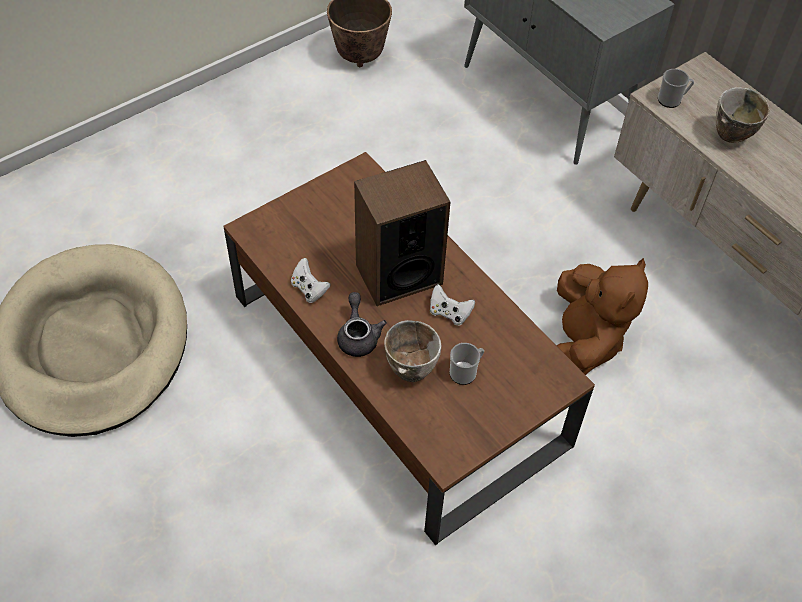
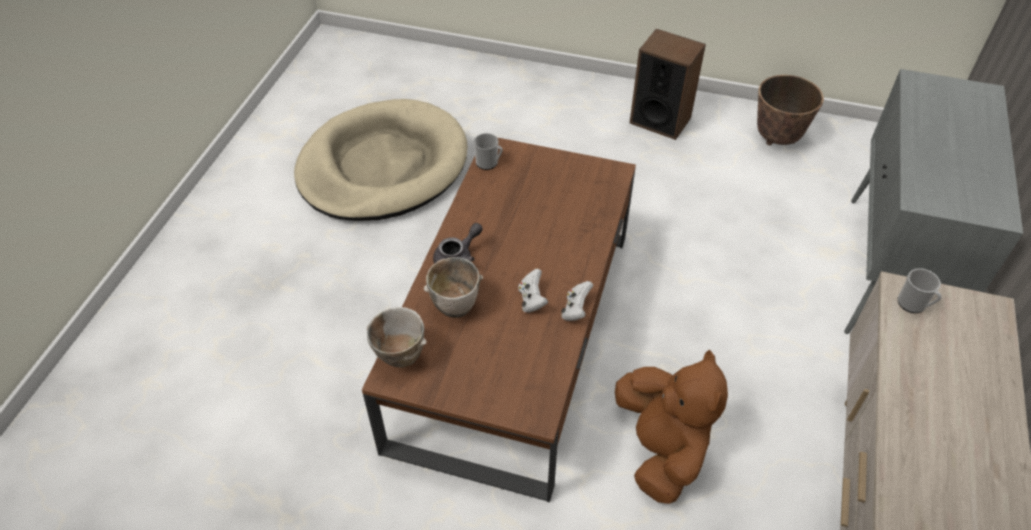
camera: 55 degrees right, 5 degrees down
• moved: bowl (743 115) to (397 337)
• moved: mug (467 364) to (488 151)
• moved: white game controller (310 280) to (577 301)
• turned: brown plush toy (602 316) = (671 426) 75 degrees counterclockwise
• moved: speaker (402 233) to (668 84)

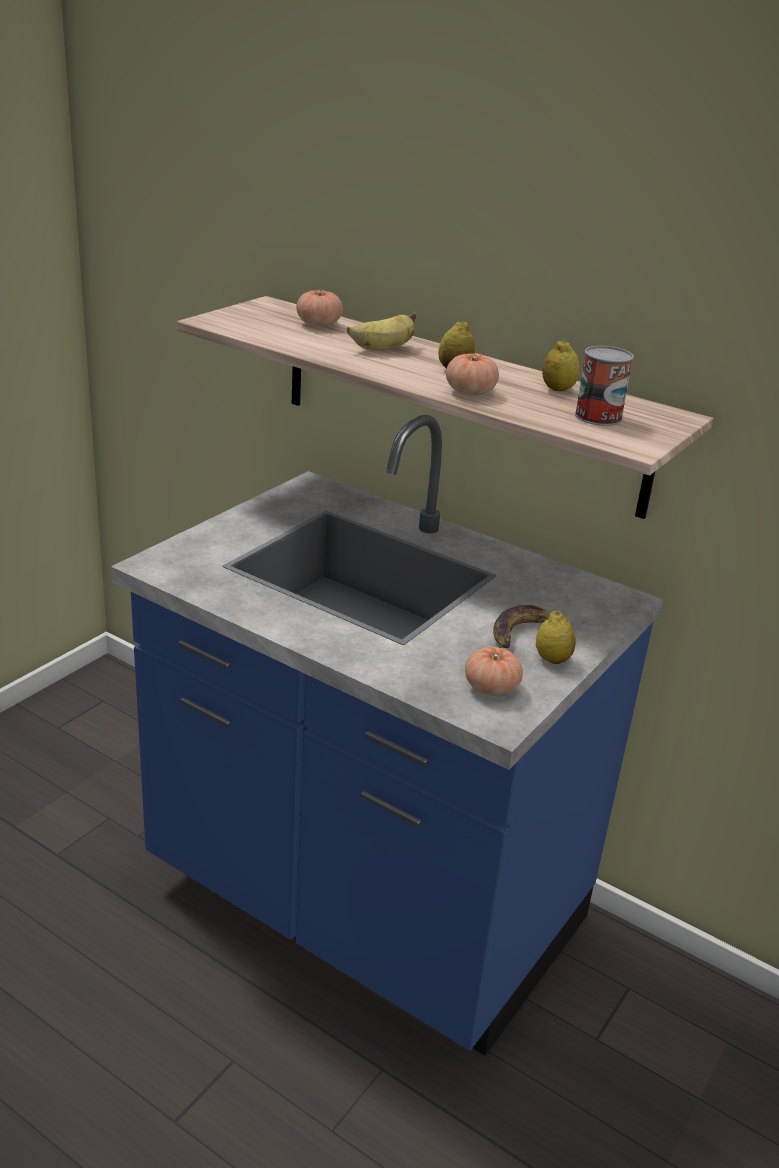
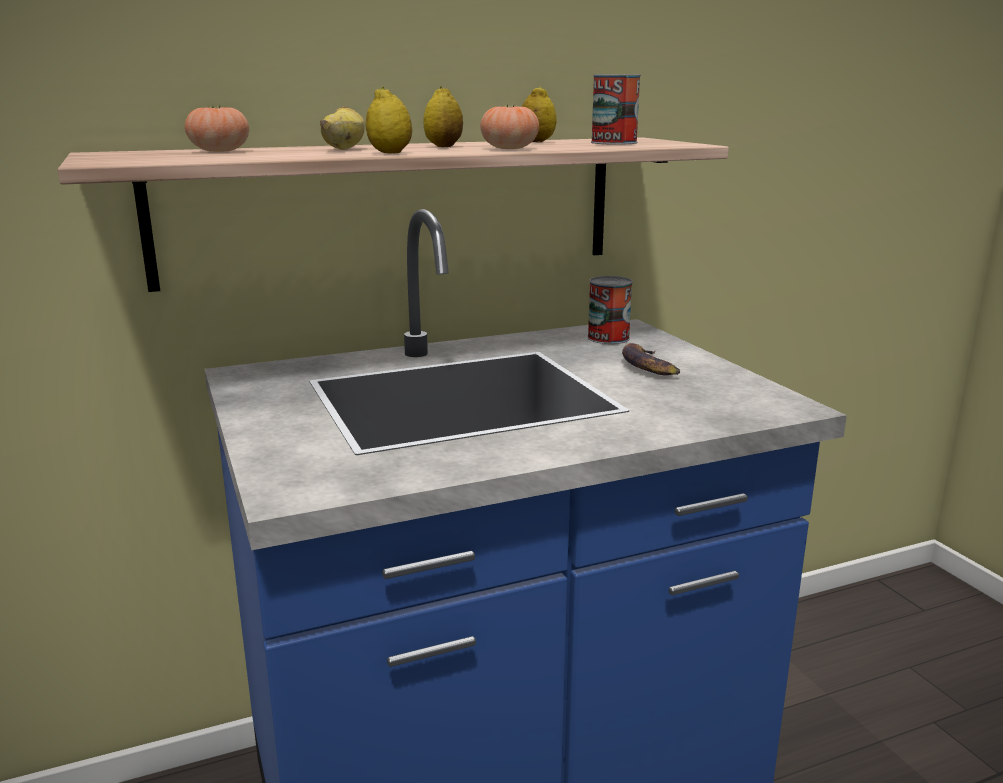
camera: 55 degrees left, 10 degrees down
• moved: lemon (556 637) to (388 120)
• added: can (610 310)
• removed: tomato (494 671)

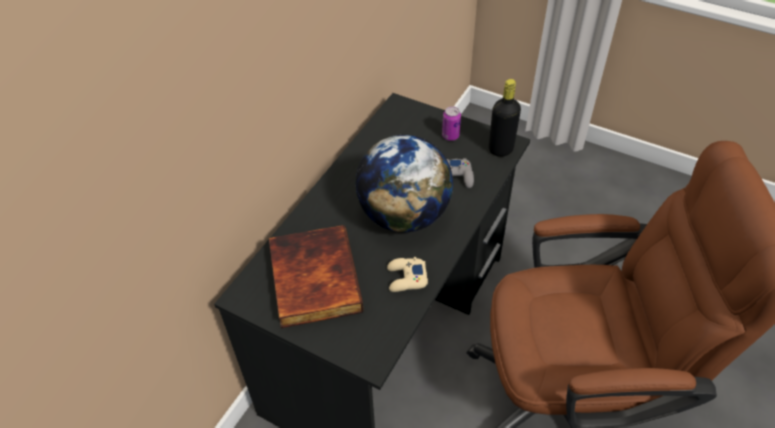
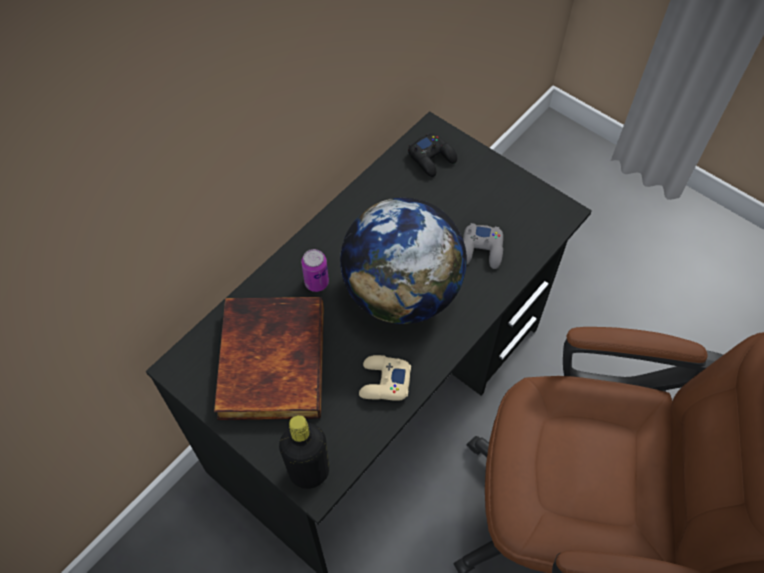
camera: 10 degrees right, 10 degrees up
• moved: black bottle (505 118) to (304 452)
• moved: can (451 123) to (315 270)
• added: black game controller (432 155)

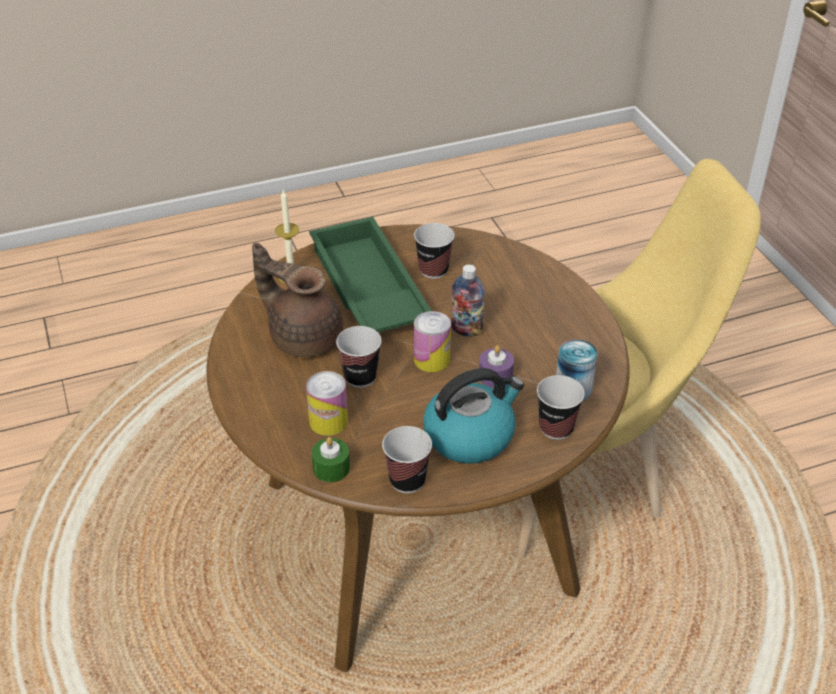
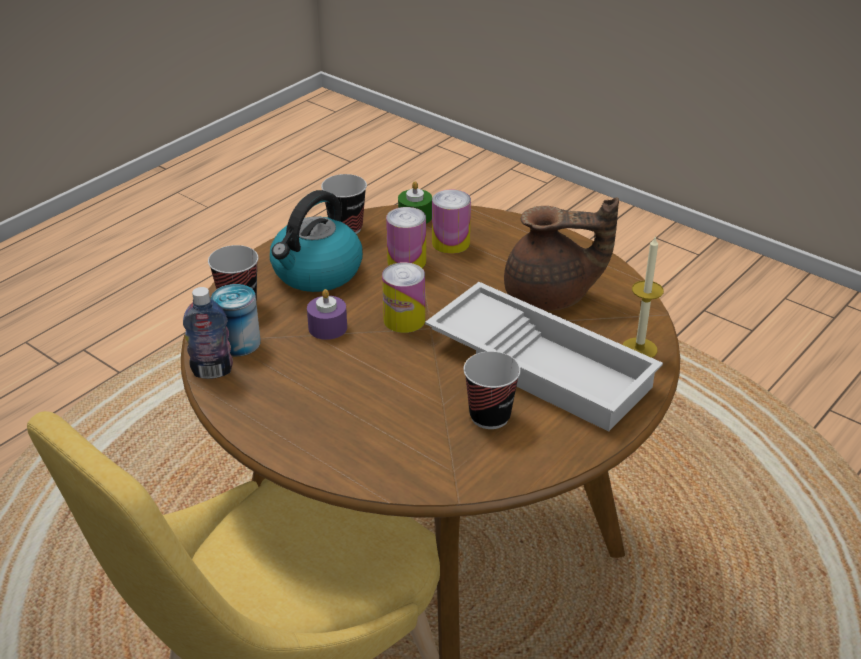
camera: 150 degrees right, 5 degrees down
• moved: bottle (468 301) to (208 333)
• added: can (406 237)
• recoloured: green tray (370 274) to white tray (544 357)
• removed: cup (359 357)

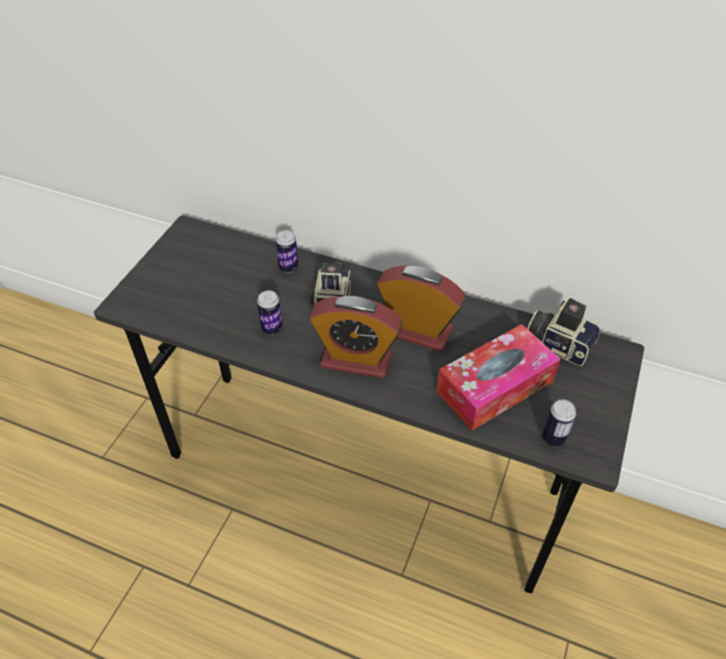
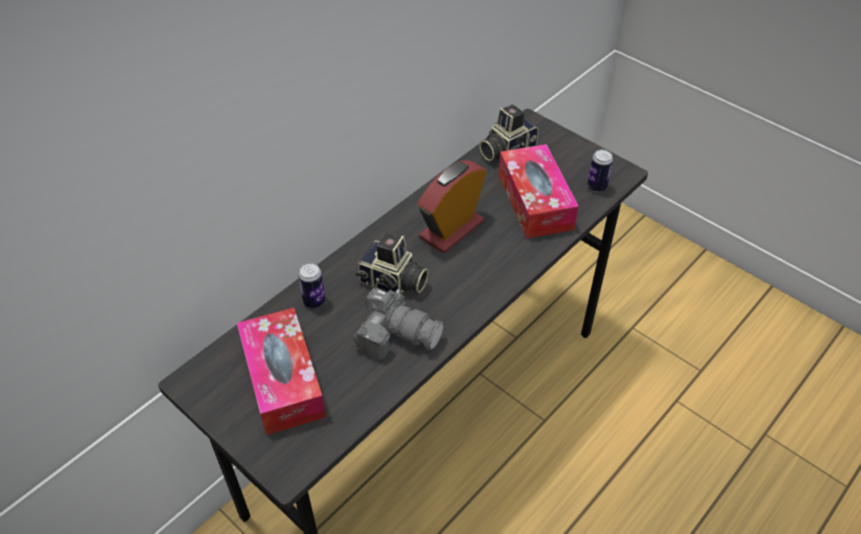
camera: 70 degrees left, 0 degrees up
• added: tissue box (281 371)
• replaced: can (270 313) to photo camera (398 324)
• removed: alarm clock (356 337)

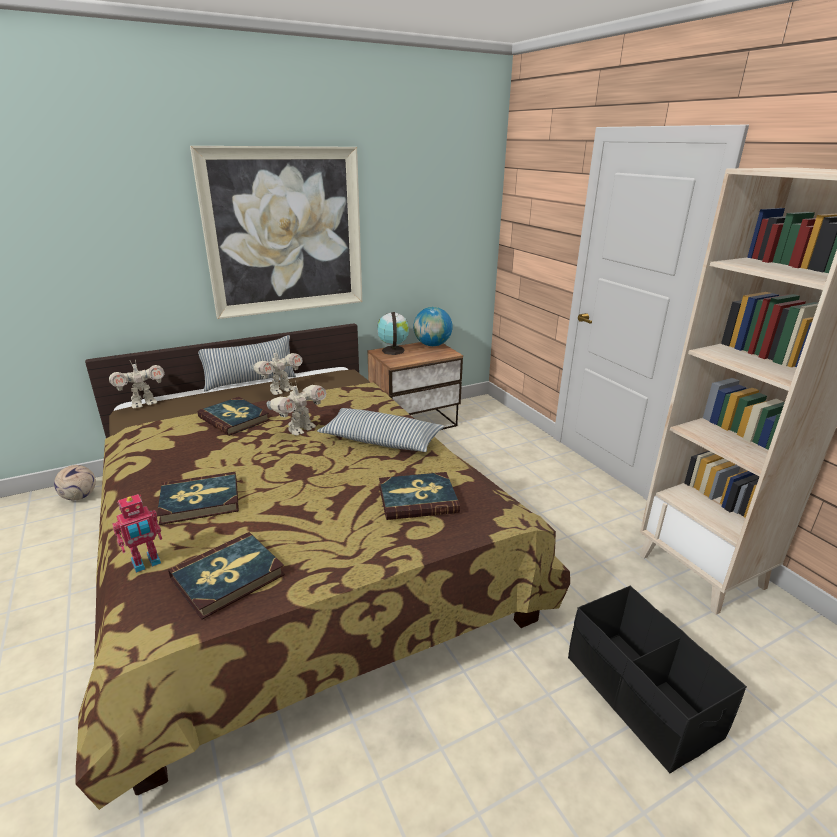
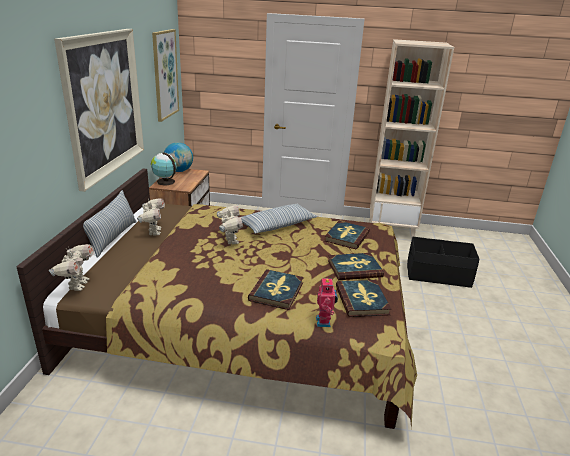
camera: 55 degrees left, 0 degrees up
• added: picture (165 75)
• moved: book (233 416) to (356 266)
• removed: football (75 483)

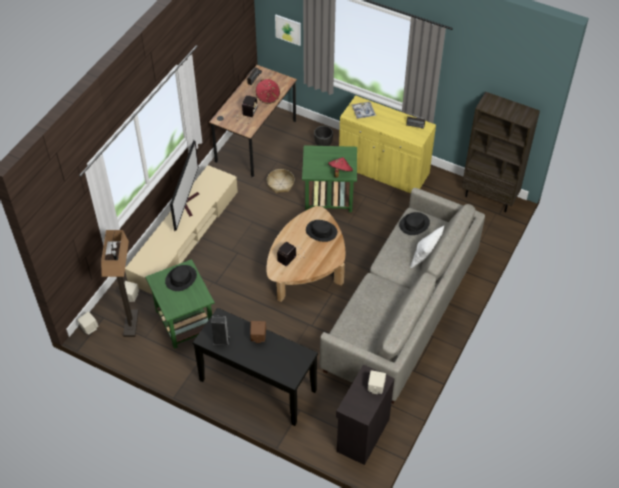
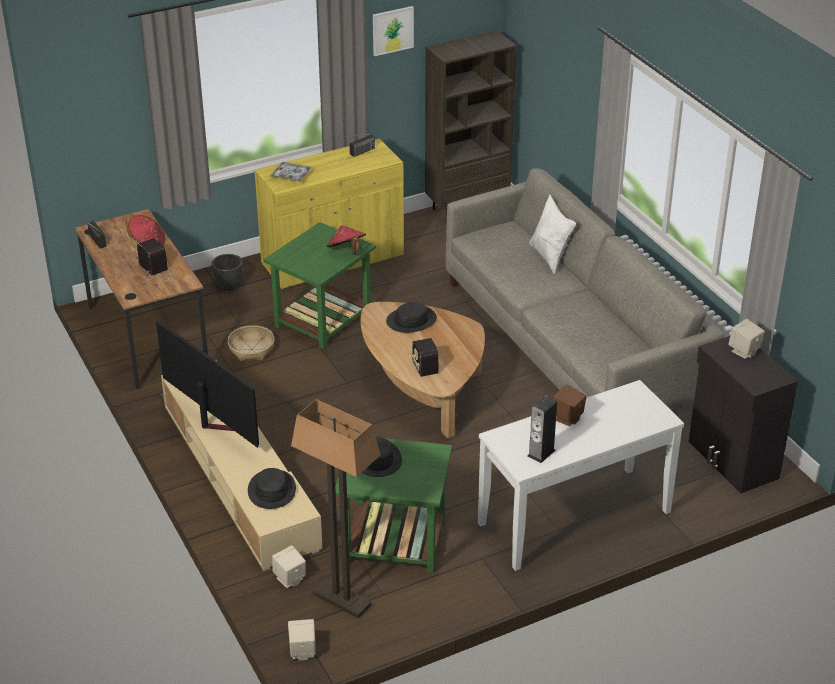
camera: 55 degrees left, 15 degrees down
• moved: black hat (414 223) to (272 488)
• moved: picture (288 30) to (393 31)
• recoloured: black console table (255 367) to white console table (581 475)

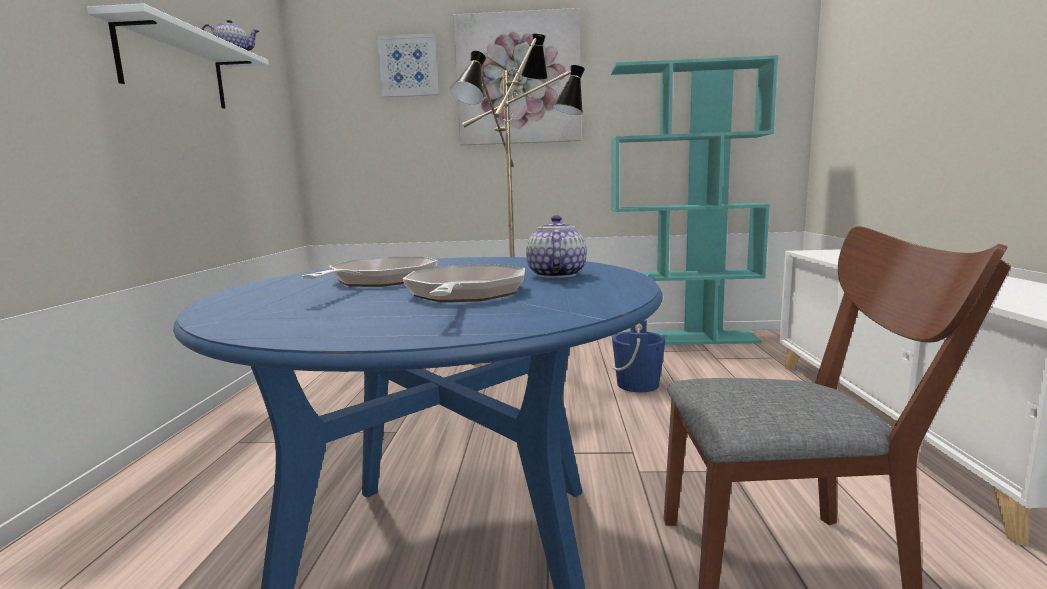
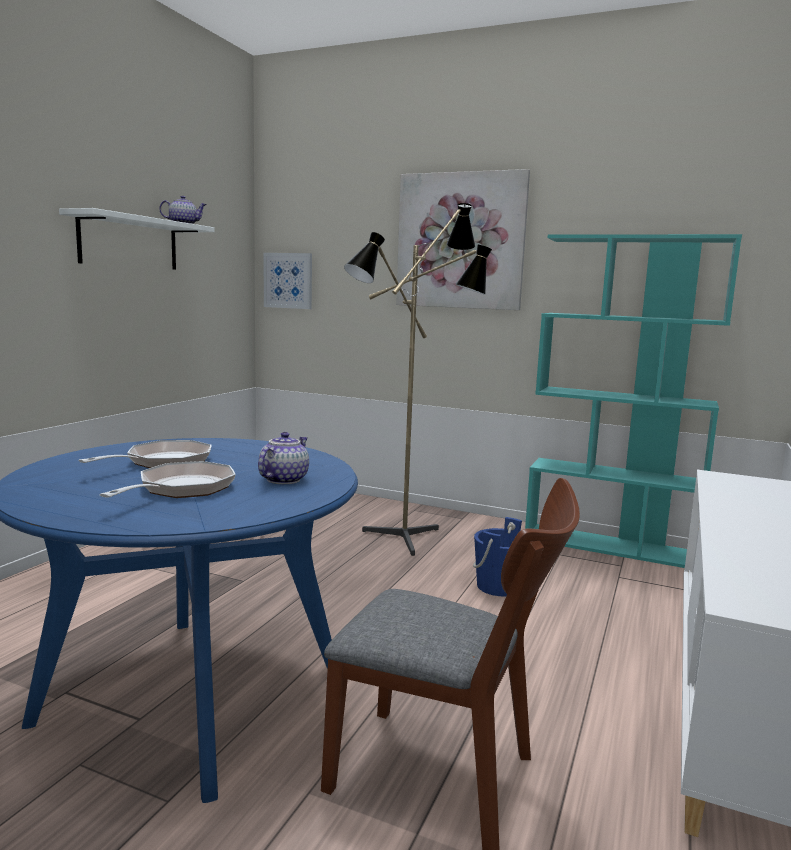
camera: 20 degrees right, 0 degrees up
• moved: picture (408 65) to (288 281)

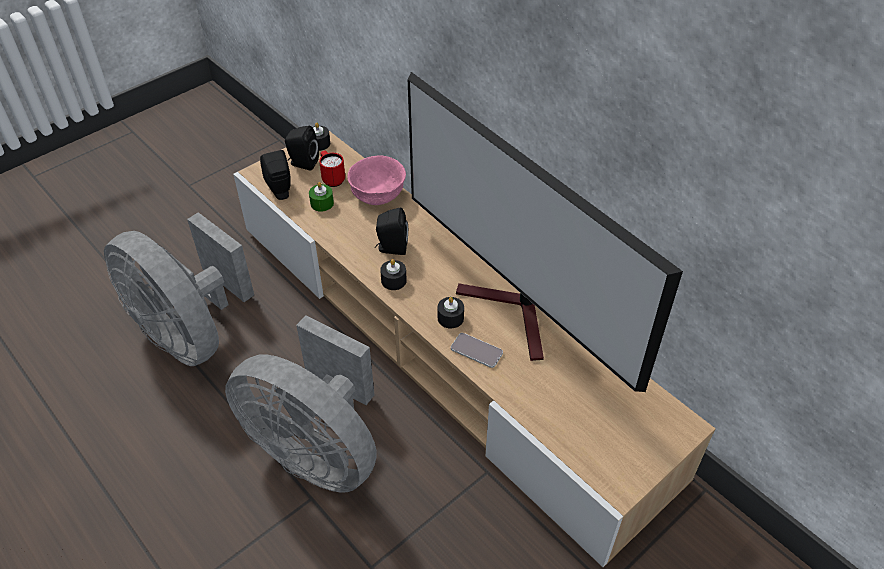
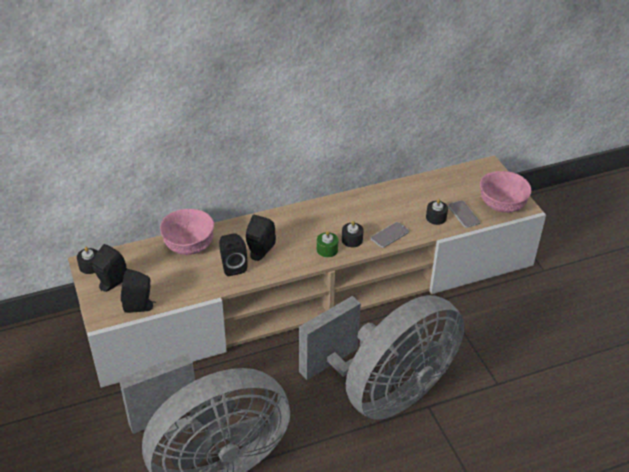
camera: 70 degrees left, 5 degrees down
• added: black speaker (233 254)
• moved: green candle (321 197) to (327 244)
• moved: black candle (393 274) to (437 212)
• added: phone (464 214)
• added: pink bowl (505 192)
• removed: red mug (332 168)
• removed: television (545 232)

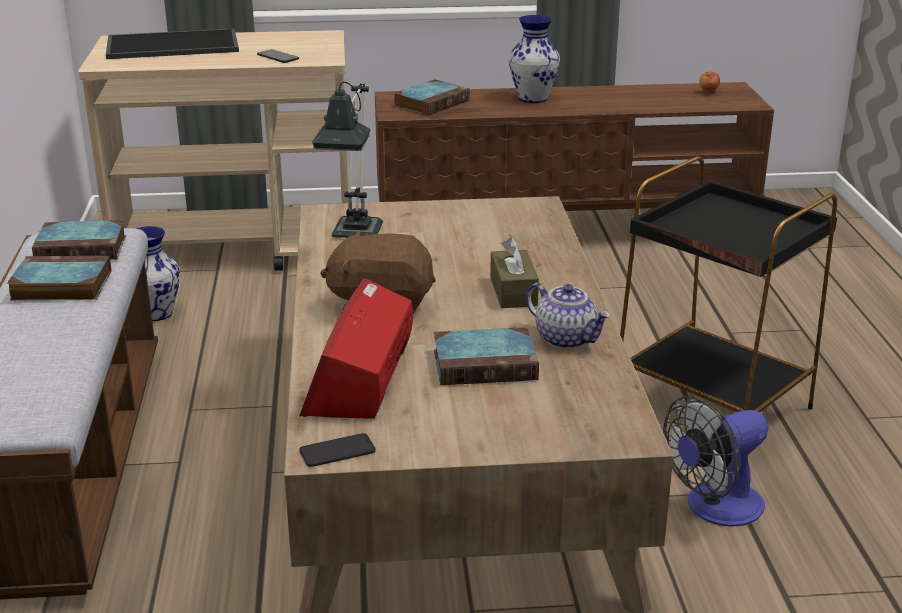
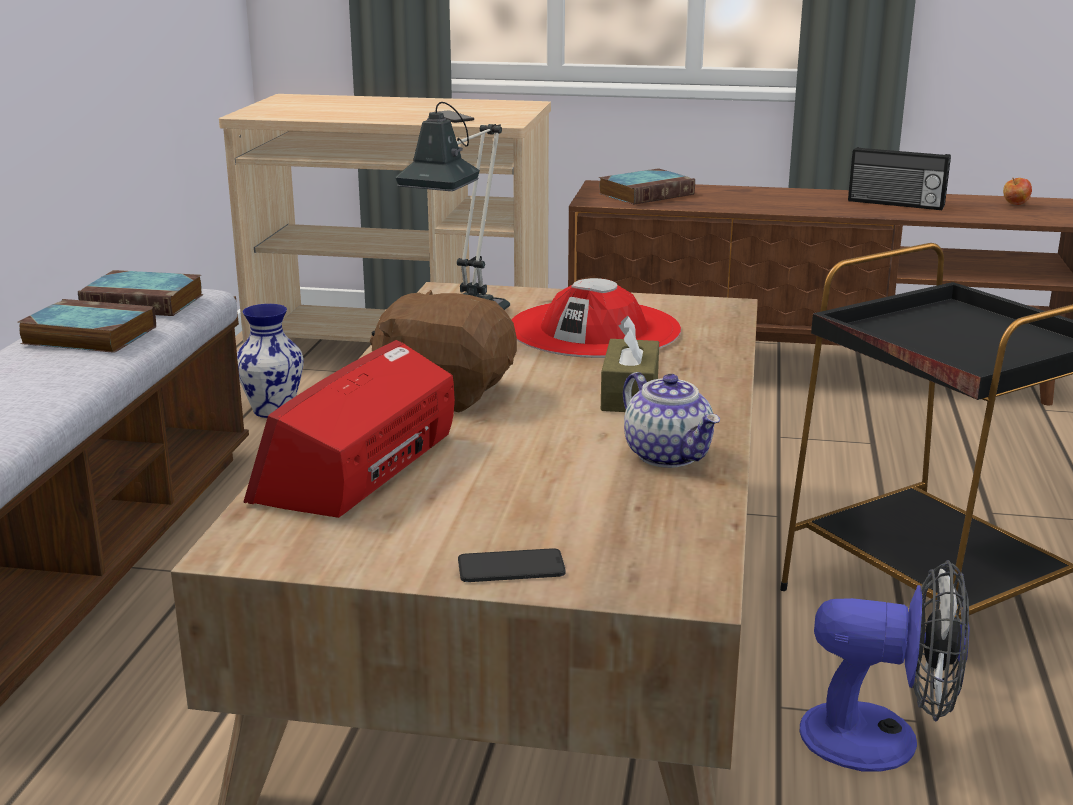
camera: 15 degrees right, 5 degrees down
• moved: phone (337 450) to (512 565)
• added: red hat (596 318)
• turned: fan (715 461) = (885 666) 150 degrees counterclockwise
• added: radio (899 178)
• removed: tray (172 43)
• removed: book (486 356)
• removed: vase (534 59)

